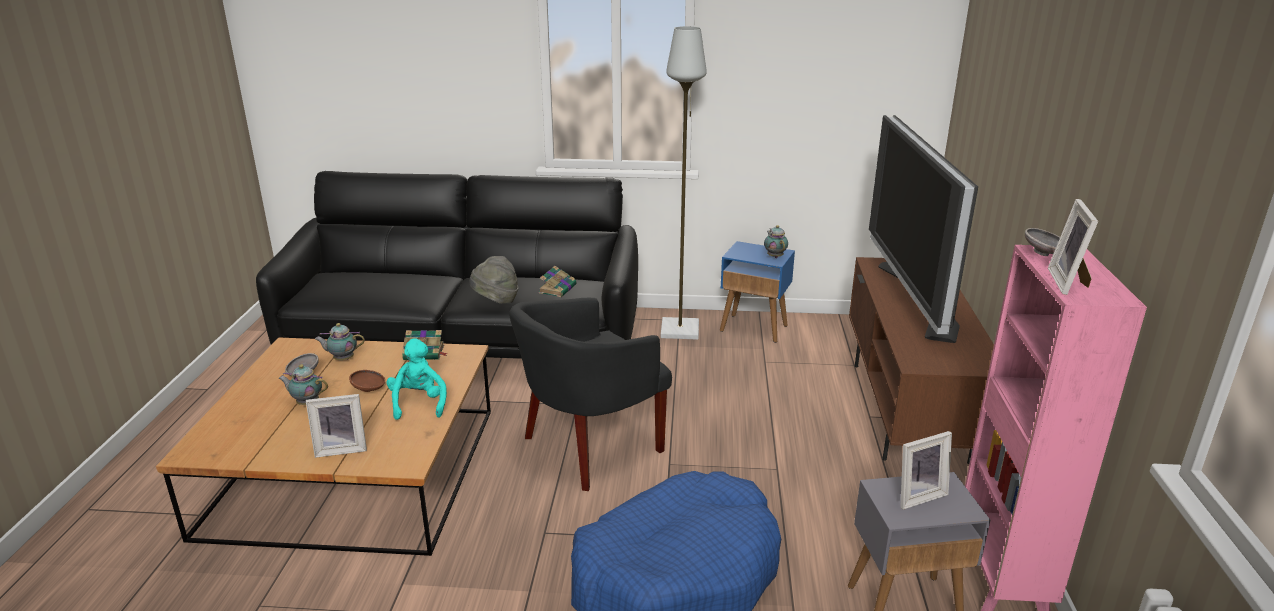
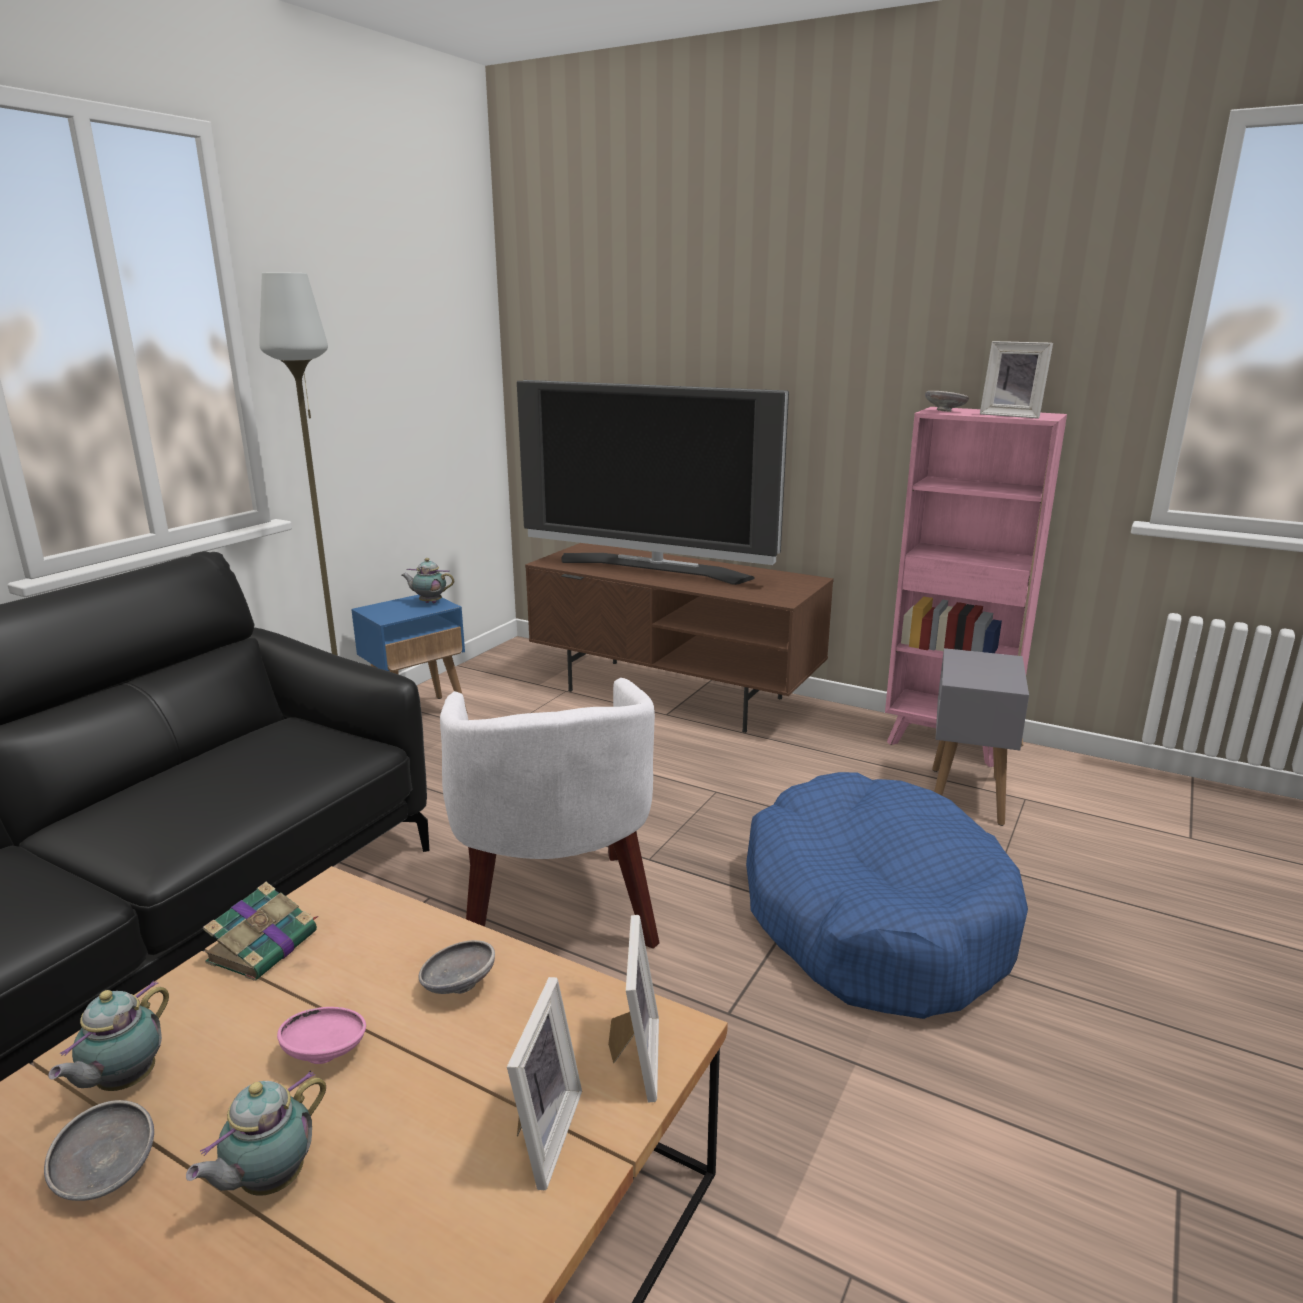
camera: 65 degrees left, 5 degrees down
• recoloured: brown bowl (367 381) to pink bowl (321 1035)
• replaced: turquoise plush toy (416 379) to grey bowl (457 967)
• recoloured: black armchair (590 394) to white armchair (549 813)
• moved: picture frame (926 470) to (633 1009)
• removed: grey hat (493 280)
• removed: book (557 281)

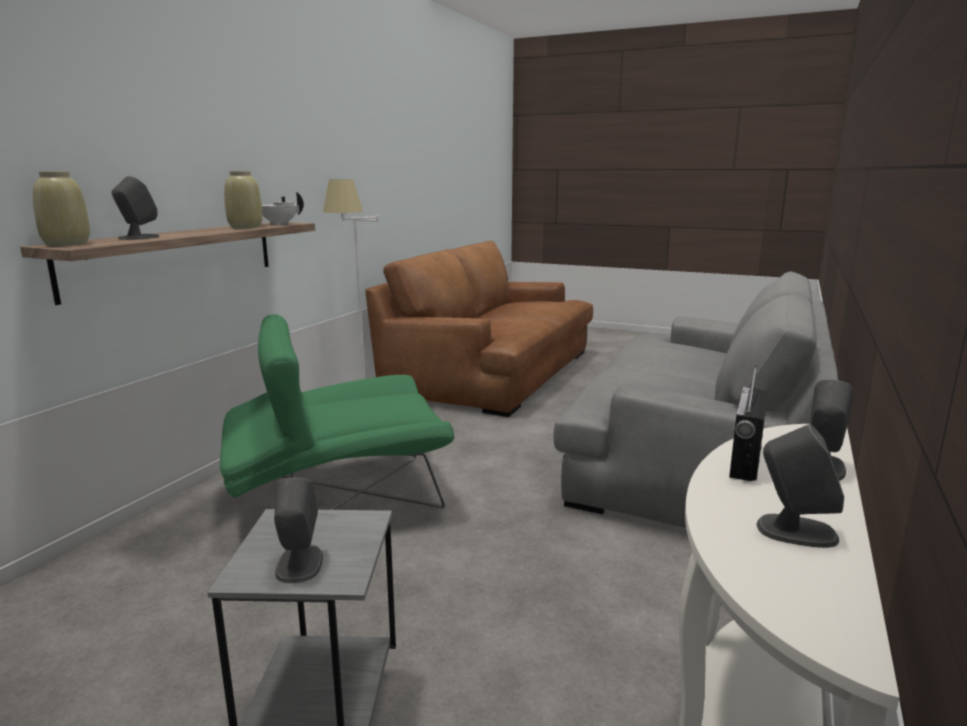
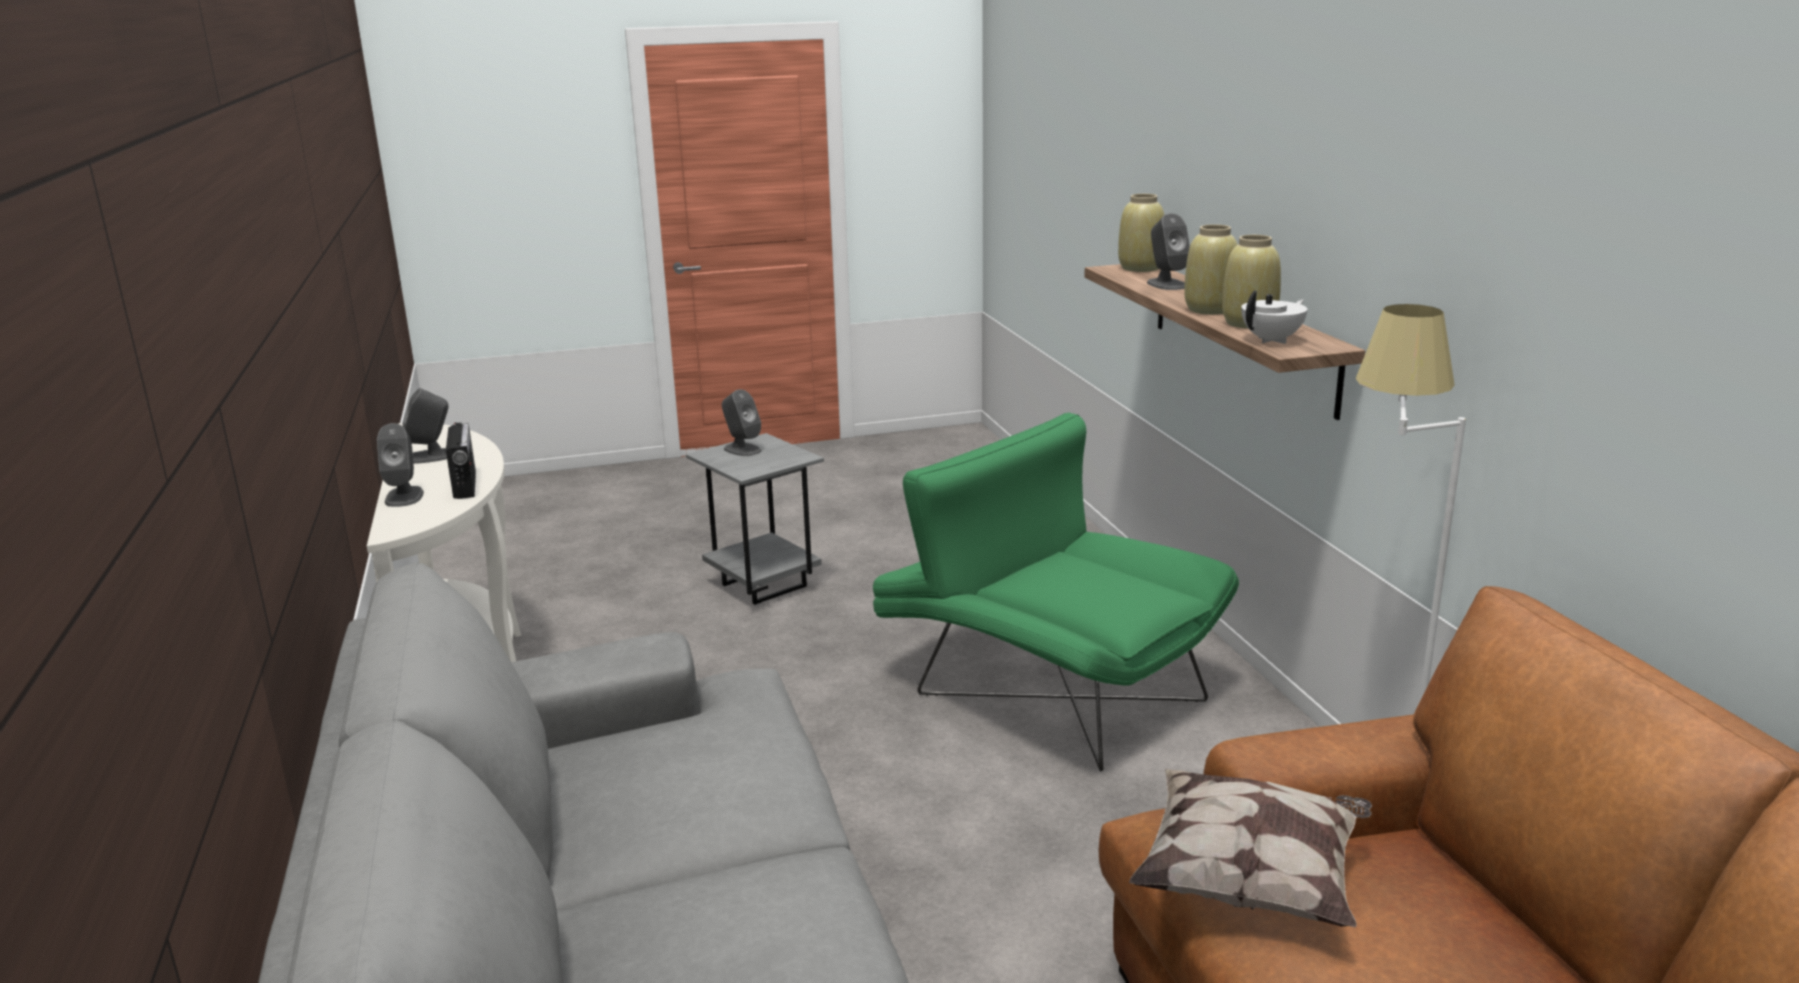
camera: 140 degrees right, 5 degrees up
• turned: green armchair (337 412) = (1055 592) 75 degrees counterclockwise
• added: pillow (1250 847)
• added: beige vase (1211 269)

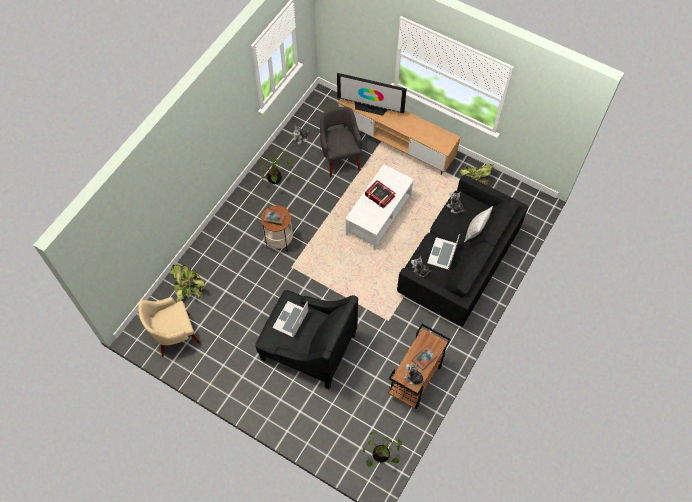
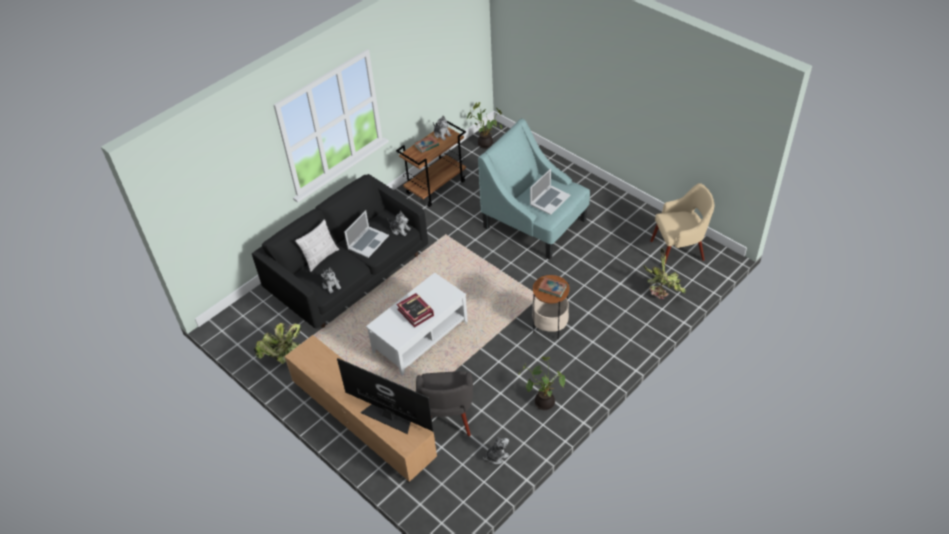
camera: 165 degrees left, 15 degrees down
• recoloured: black armchair (306 339) to turquoise armchair (534 189)

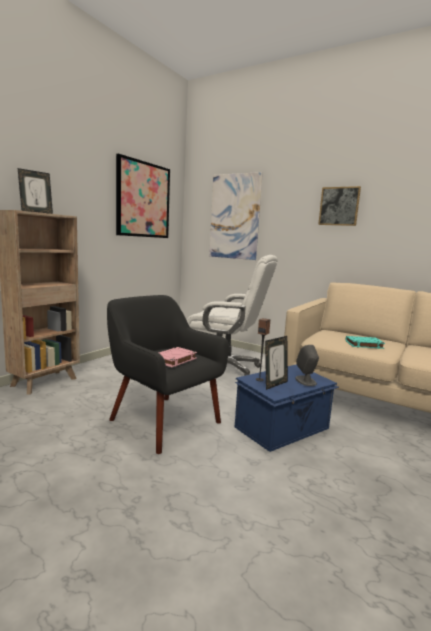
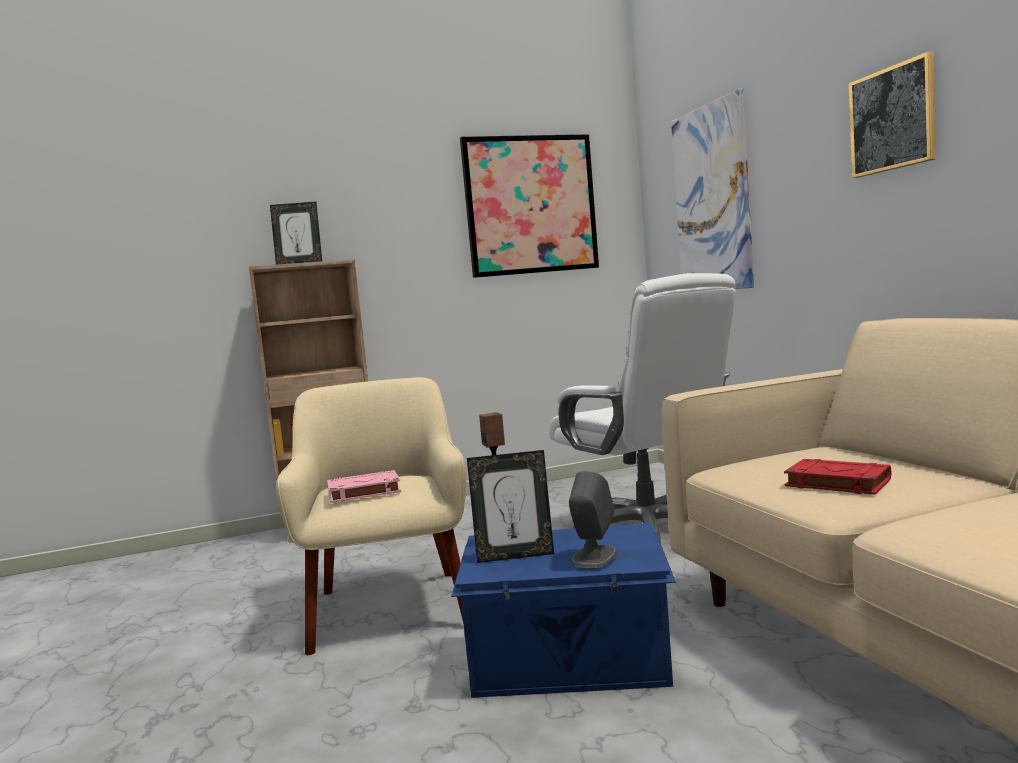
camera: 40 degrees right, 5 degrees down
• recoloured: black armchair (168 374) to beige armchair (371 516)
• recoloured: turquoise book (365 342) to red book (837 477)

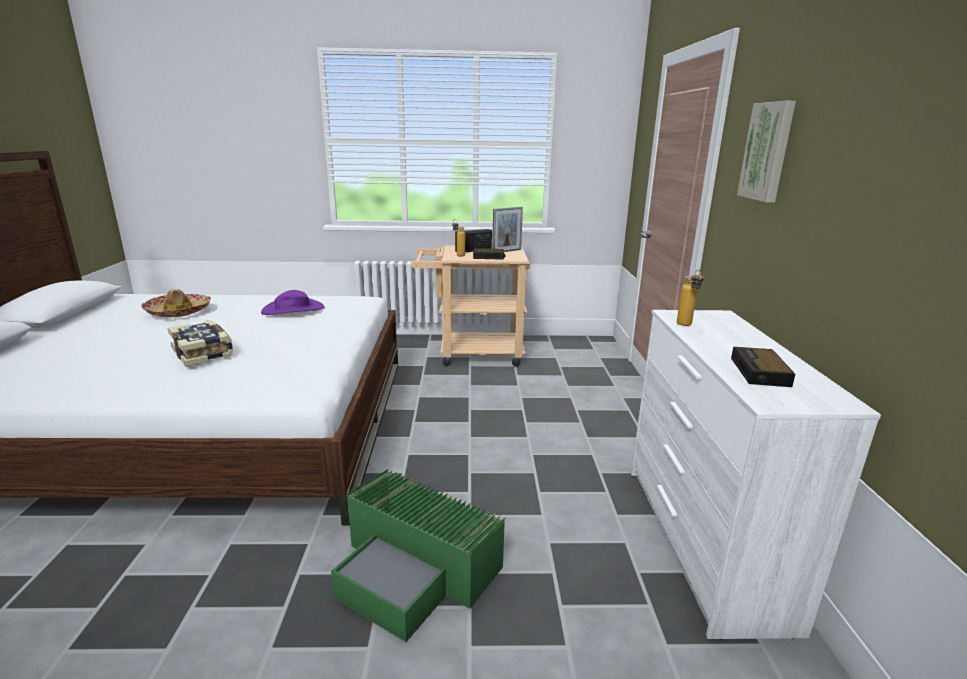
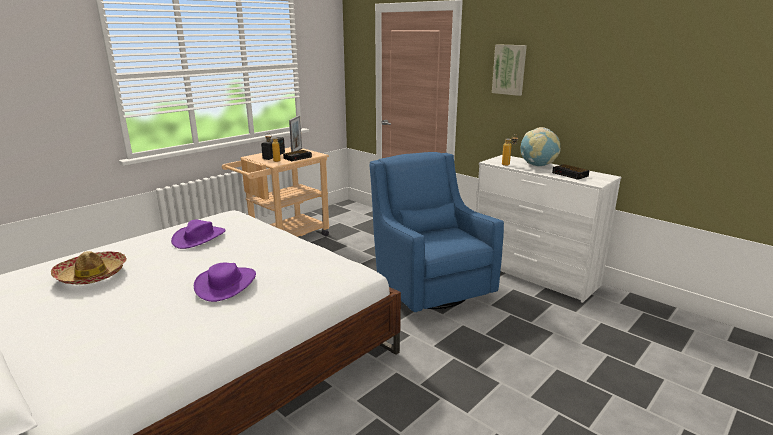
camera: 45 degrees left, 0 degrees up
• replaced: book (200 343) to purple hat (225 282)
• added: blue armchair (437 232)
• added: globe (540 146)
• removed: green storage box (418 555)

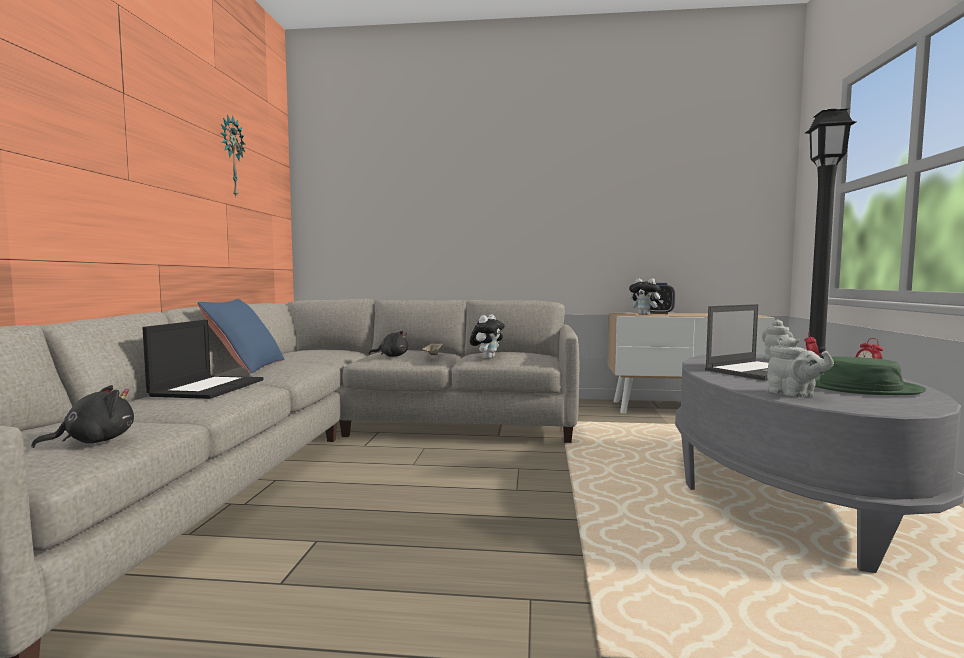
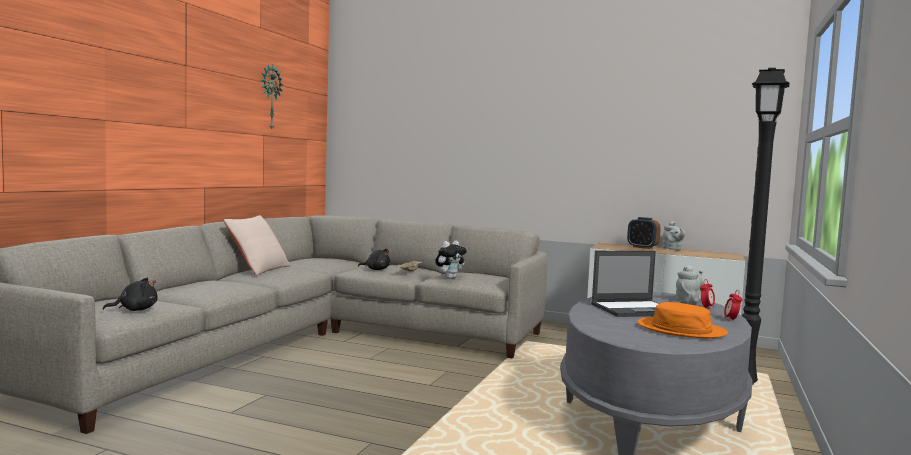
camera: 15 degrees right, 0 degrees up
• recoloured: blue pillow (241 336) to beige pillow (257 245)
• recoloured: green hat (870 375) to orange hat (683 320)
• moved: grey teapot (800 367) to (674 235)
• removed: laptop (202 359)
• removed: plush toy (646 296)

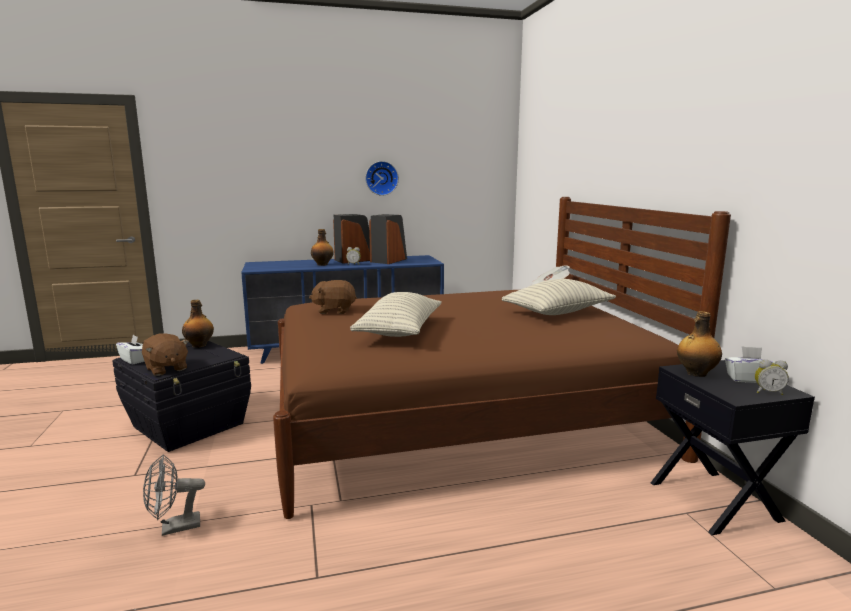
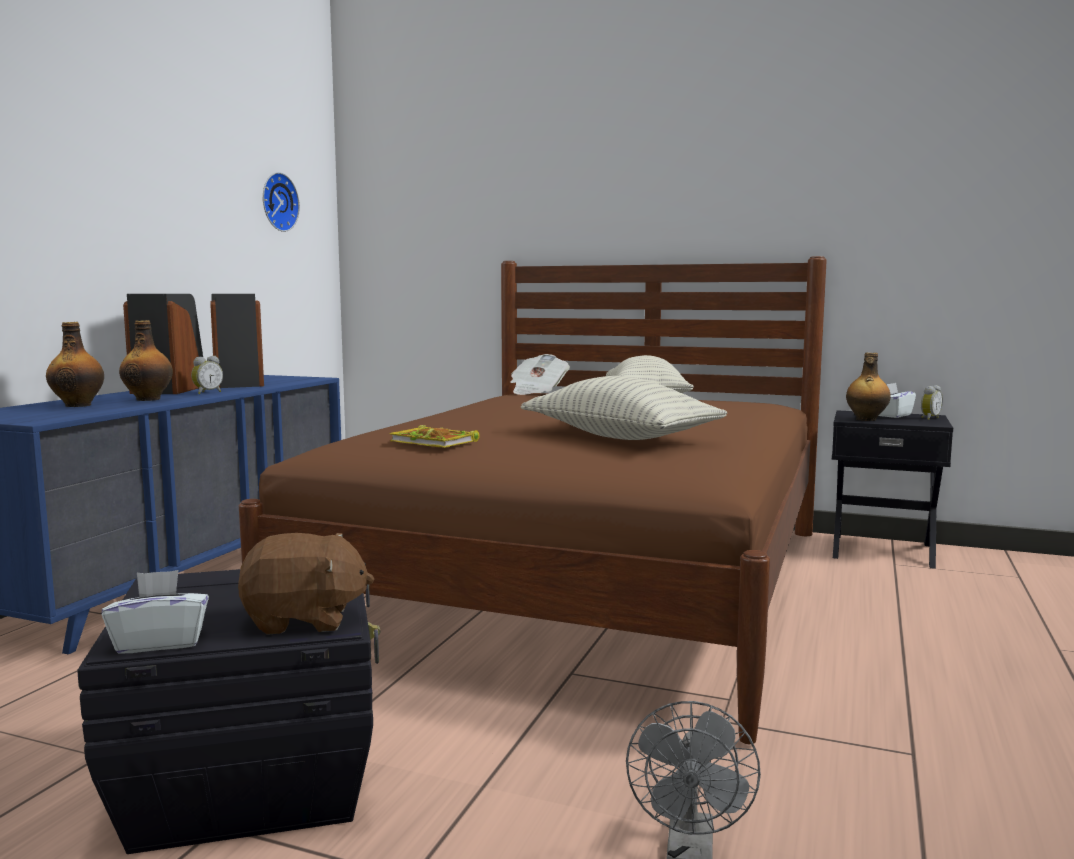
camera: 55 degrees left, 5 degrees down
• moved: bottle (198 324) to (75 364)
• moved: wall clock (382 178) to (281 202)
• replaced: brown plush toy (333 297) to book (435 436)

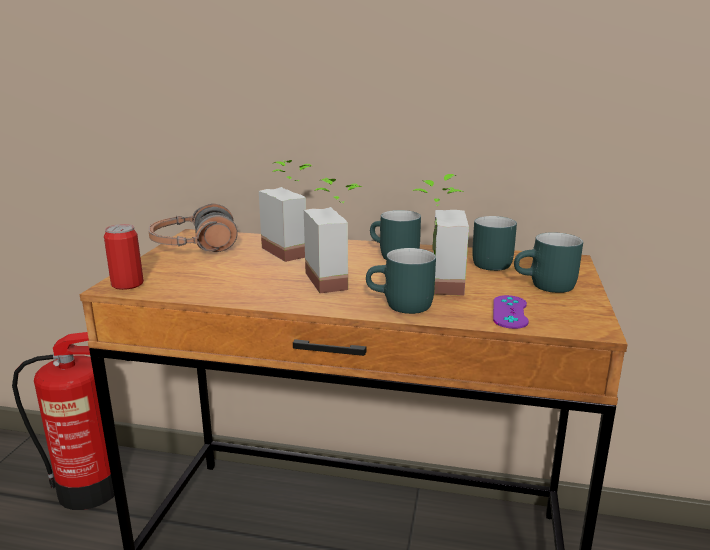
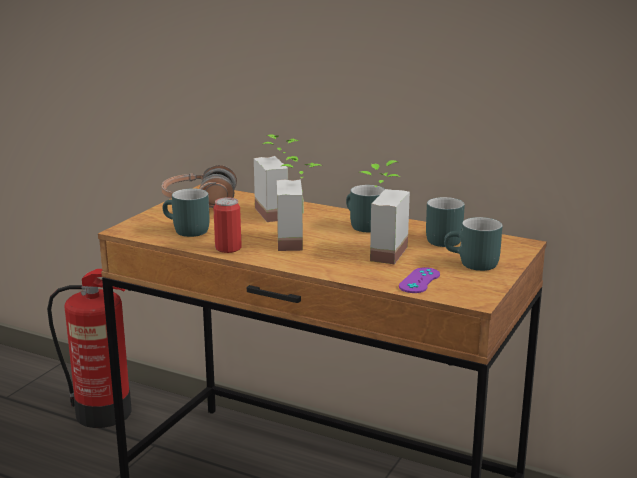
camera: 15 degrees right, 0 degrees up
• moved: turquoise mug (401 281) to (186 212)
• moved: can (124 257) to (227 225)

